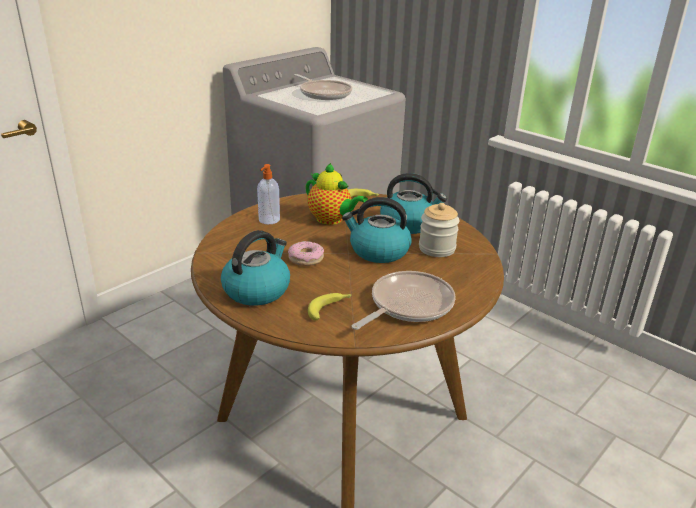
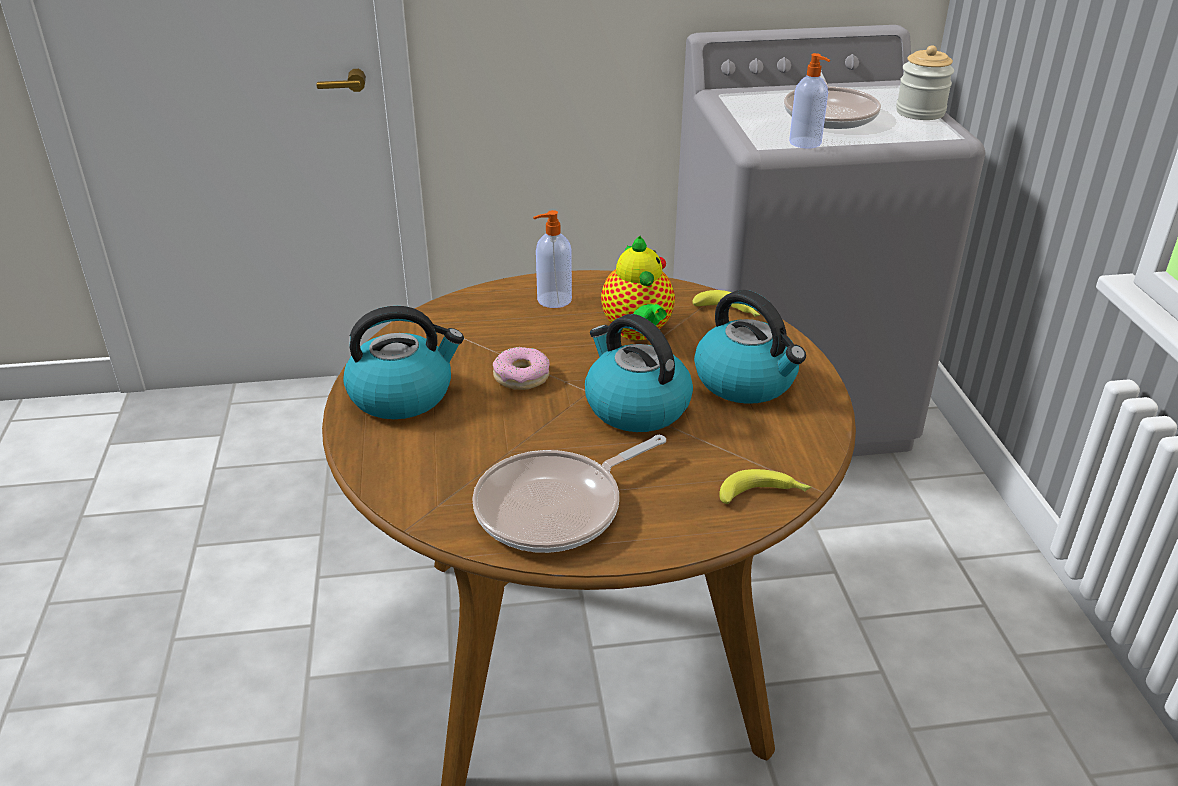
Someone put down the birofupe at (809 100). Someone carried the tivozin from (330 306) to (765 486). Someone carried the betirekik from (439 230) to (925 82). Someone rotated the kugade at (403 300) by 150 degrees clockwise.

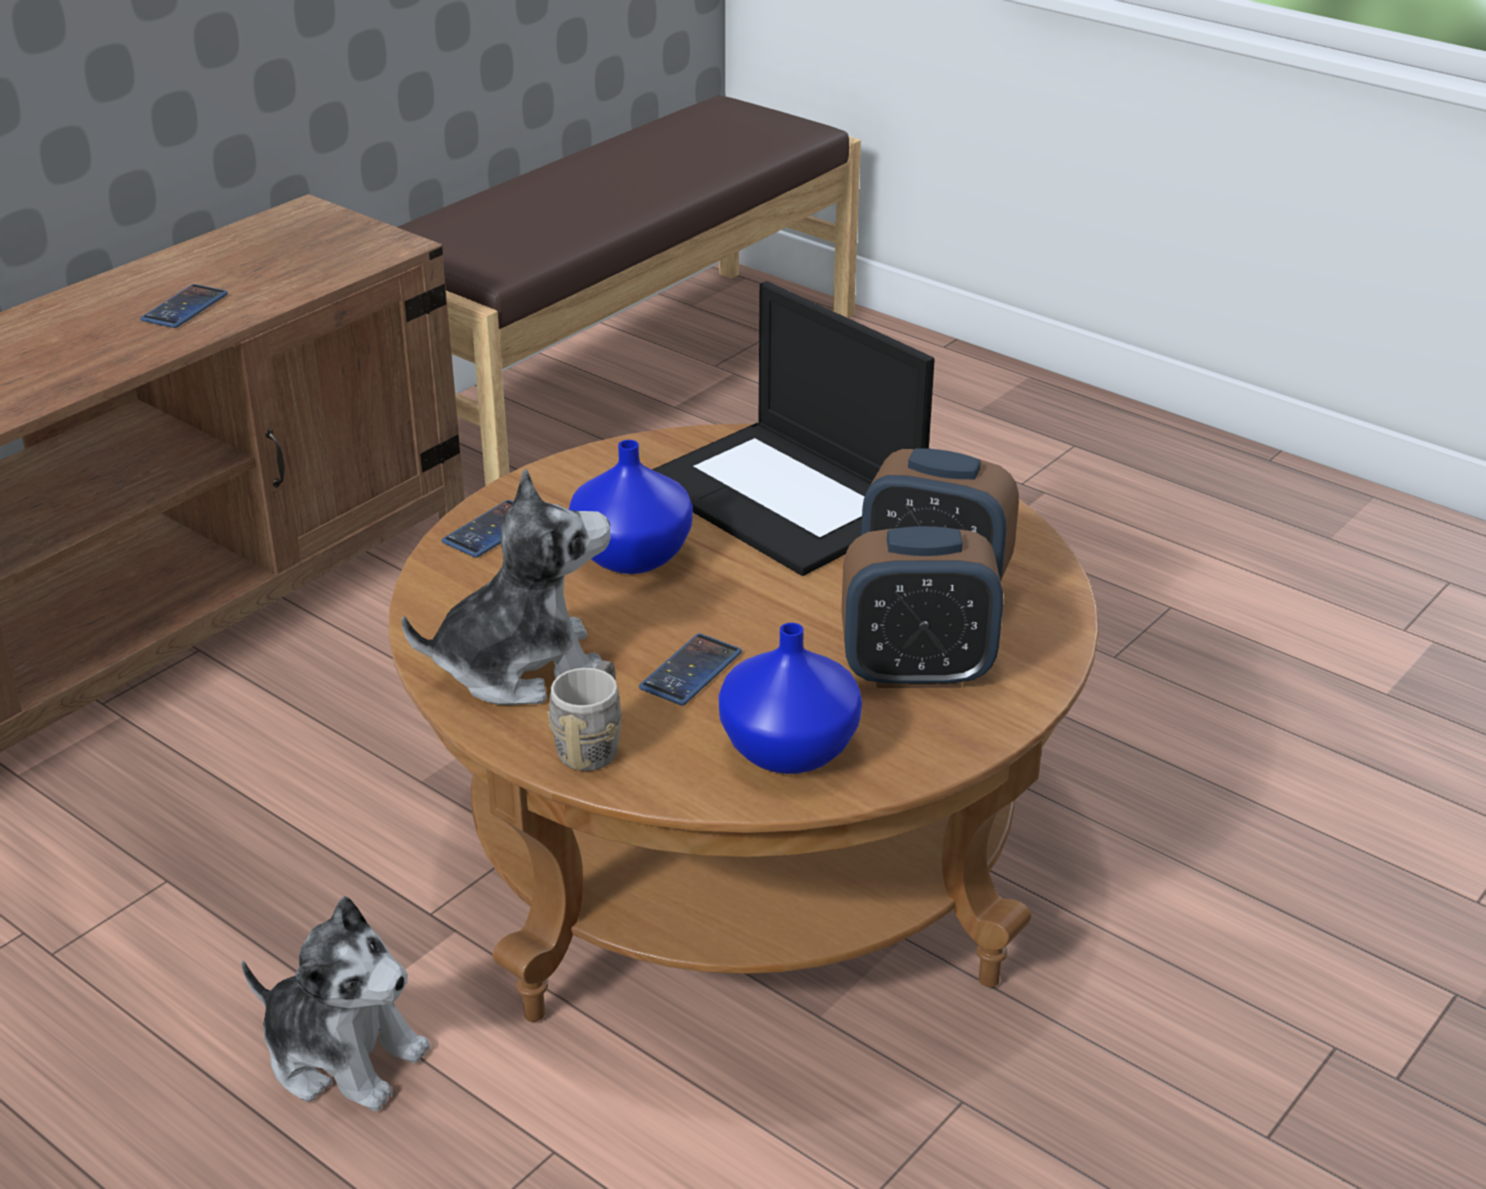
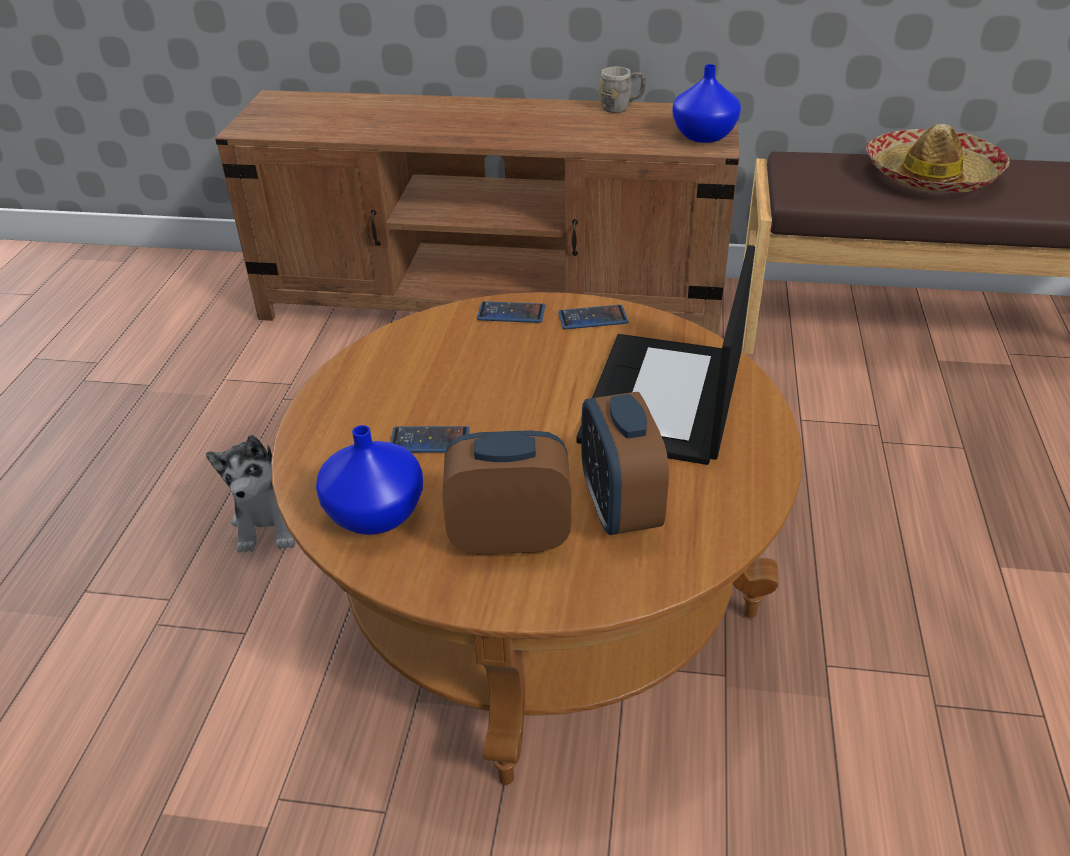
Someone took away the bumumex at (506 587). Someone put down the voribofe at (938 158). Someone carried the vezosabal from (184 306) to (593 317). Someone carried the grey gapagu from (584 715) to (622 90). Someone carried the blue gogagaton from (631 507) to (706 103). Someone rotated the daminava at (922 607) by 120 degrees clockwise.

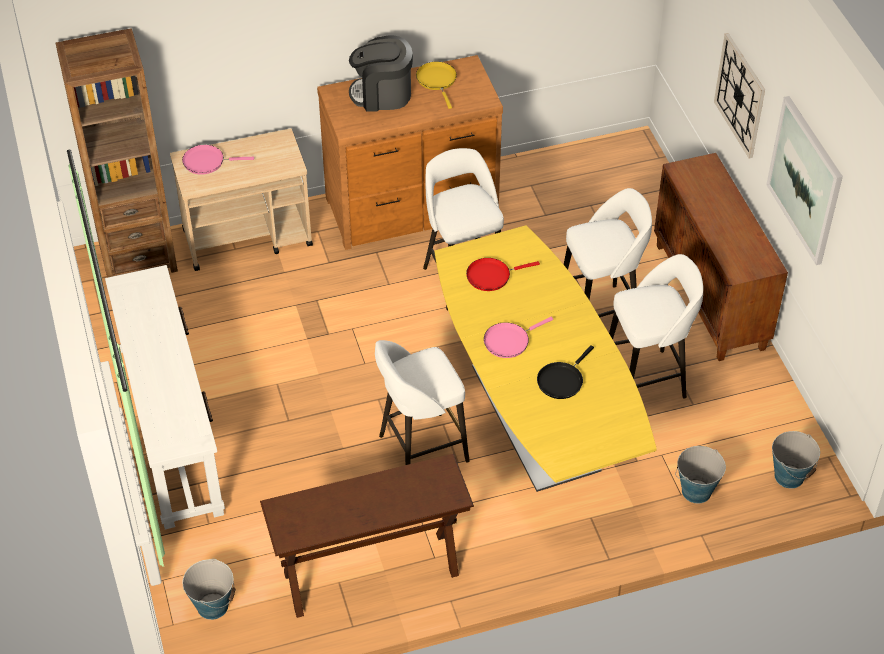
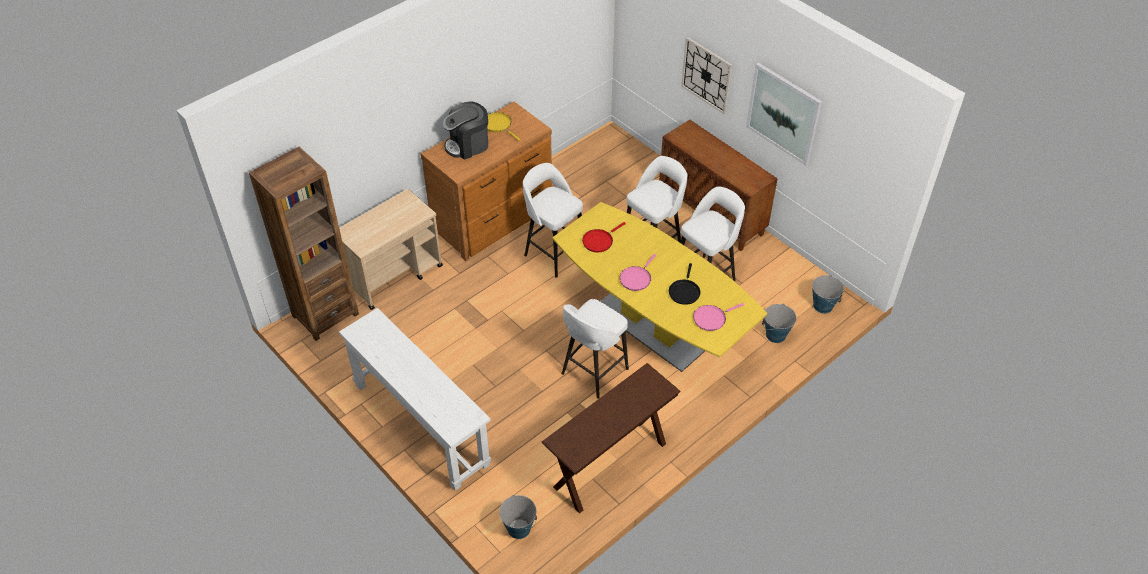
Someone carried the pink kugade from (218 160) to (718 317).

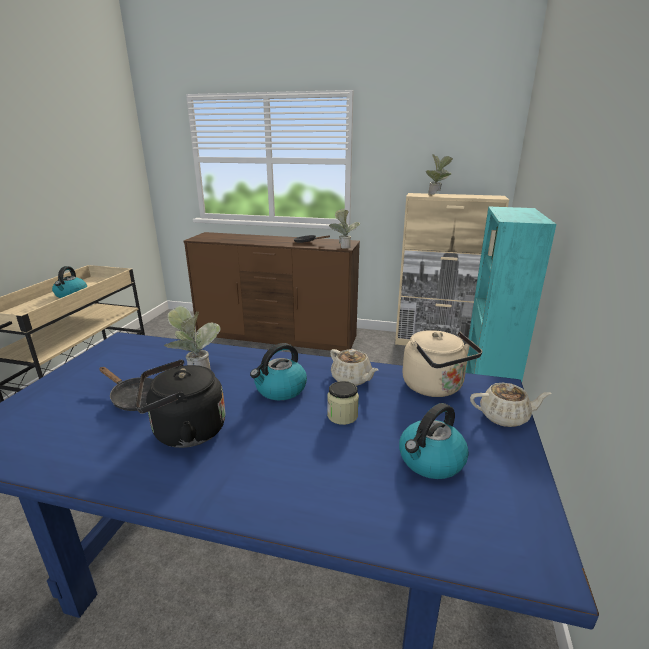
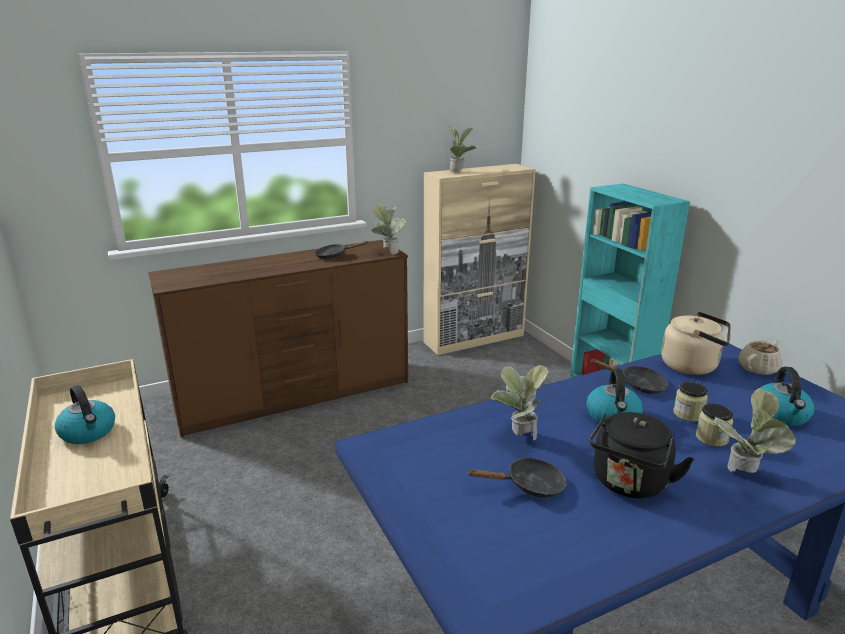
Someone put down the betirekik at (714 425). Someone put down the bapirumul at (755 430). Someone swapped the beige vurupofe at (354 367) for the black kugade at (629 376).

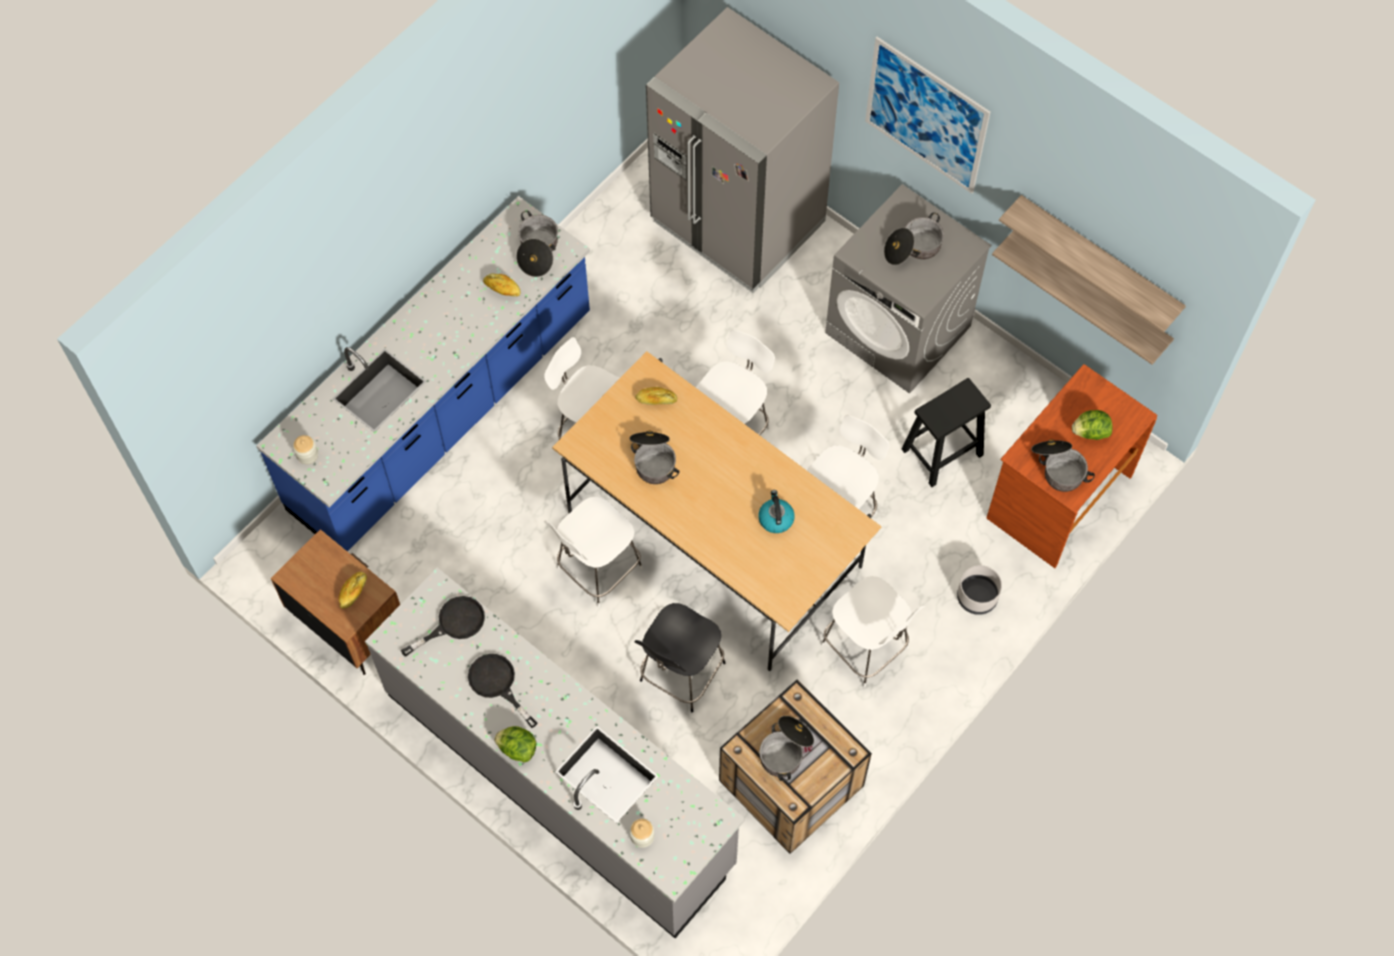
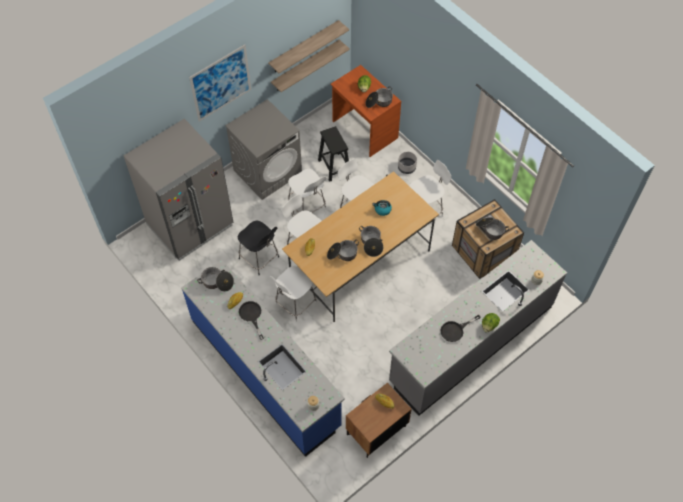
Someone carried the black kugade from (443 626) to (251 320). Someone carried the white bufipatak from (593 552) to (307 191). Someone carried the black bufipatak from (679 657) to (258 248). Someone carried the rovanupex from (914 239) to (371 241).

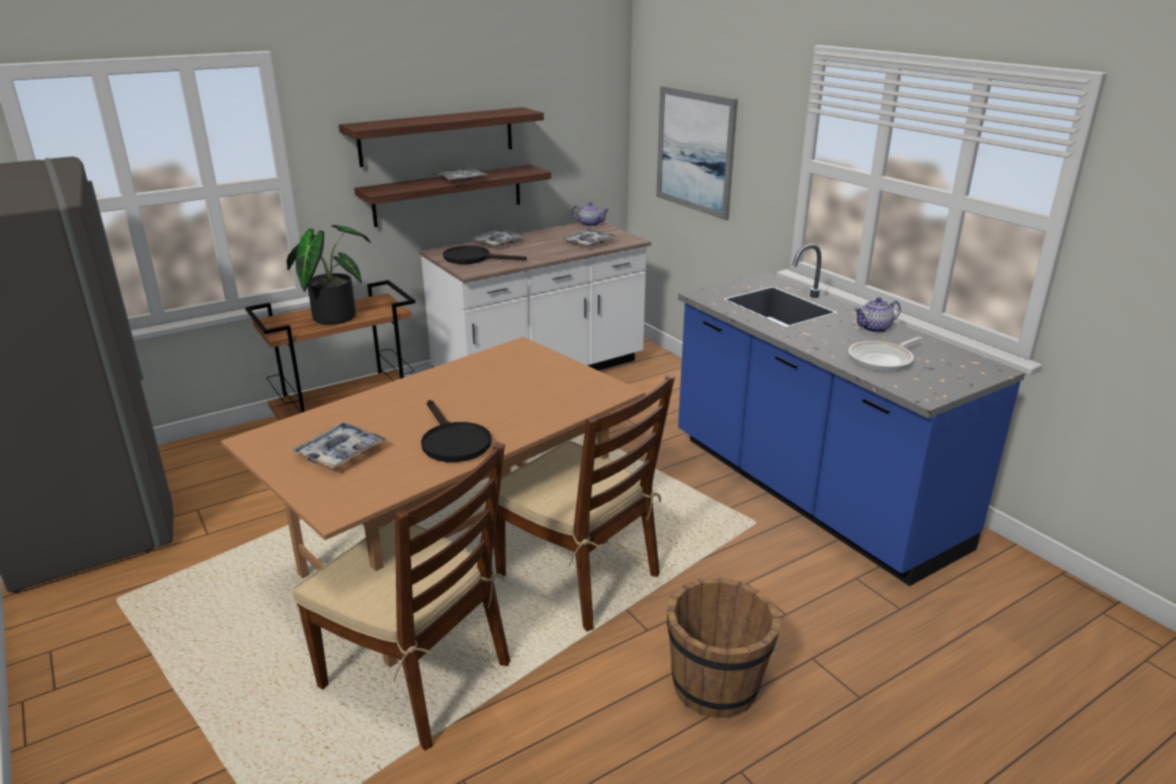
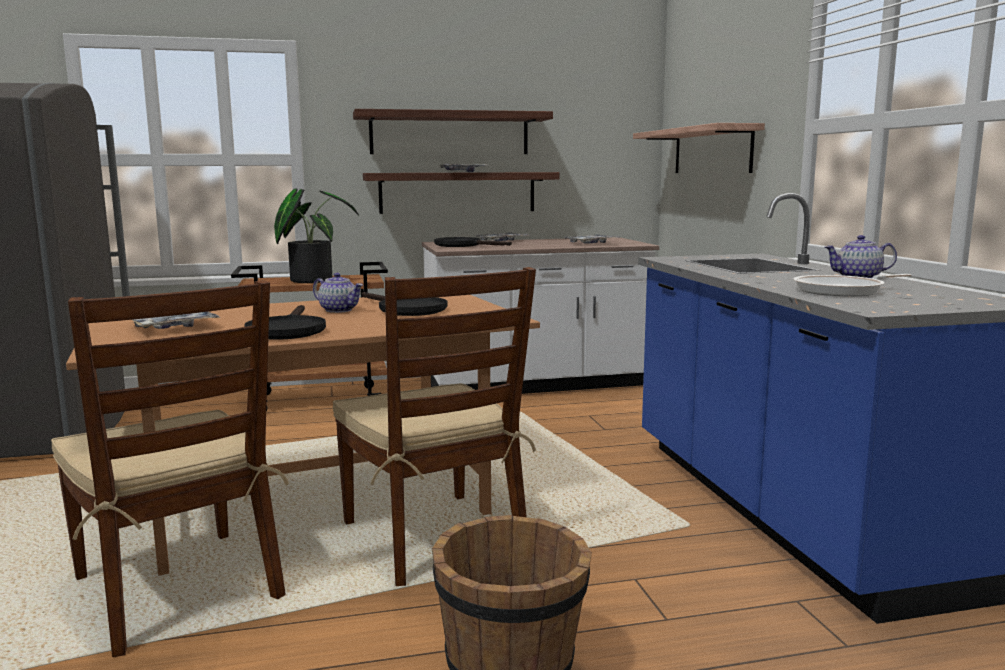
Someone put down the black kugade at (405 304). Someone carried the vurupofe from (590 214) to (338 293). Someone swapped the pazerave at (697 153) for the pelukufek at (699 148).

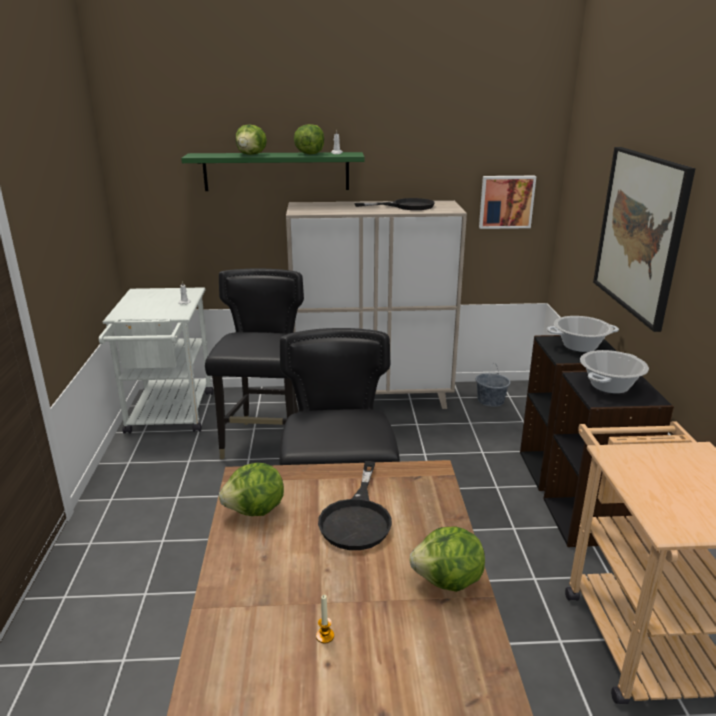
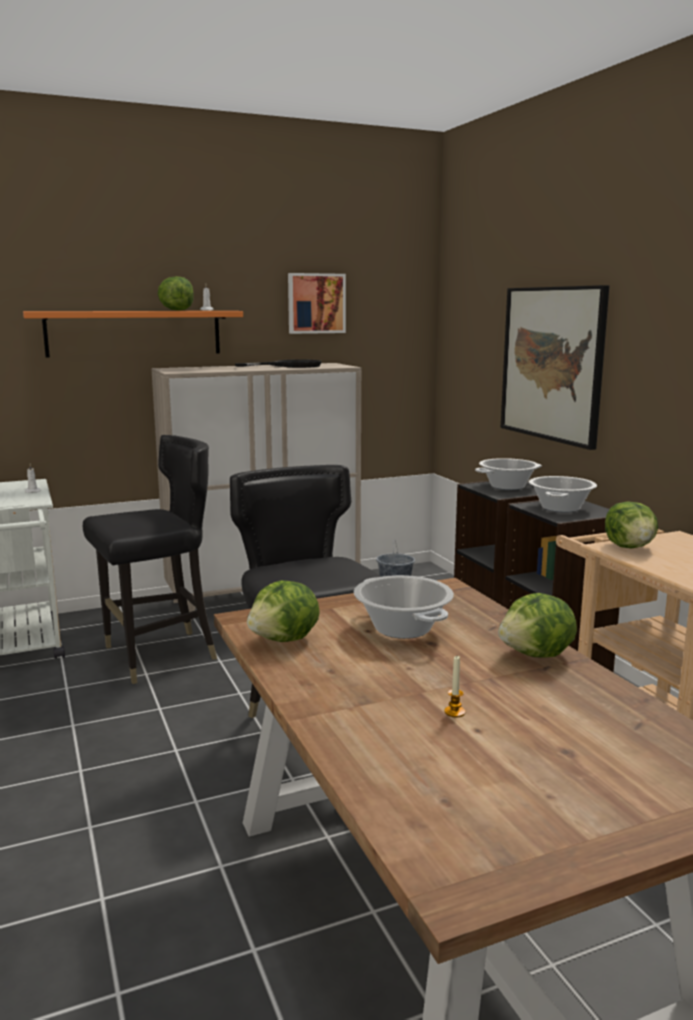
Someone carried the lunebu from (251 139) to (631 524). Someone carried the pazerave from (507 202) to (317 303). Someone swapped the black kugade at (355 505) for the rovanupex at (404 607). Someone repainted the green pelukufek at (273 171), which became the orange pelukufek at (133 334). Someone rotated the black bufipatak at (254 364) by 75 degrees clockwise.

